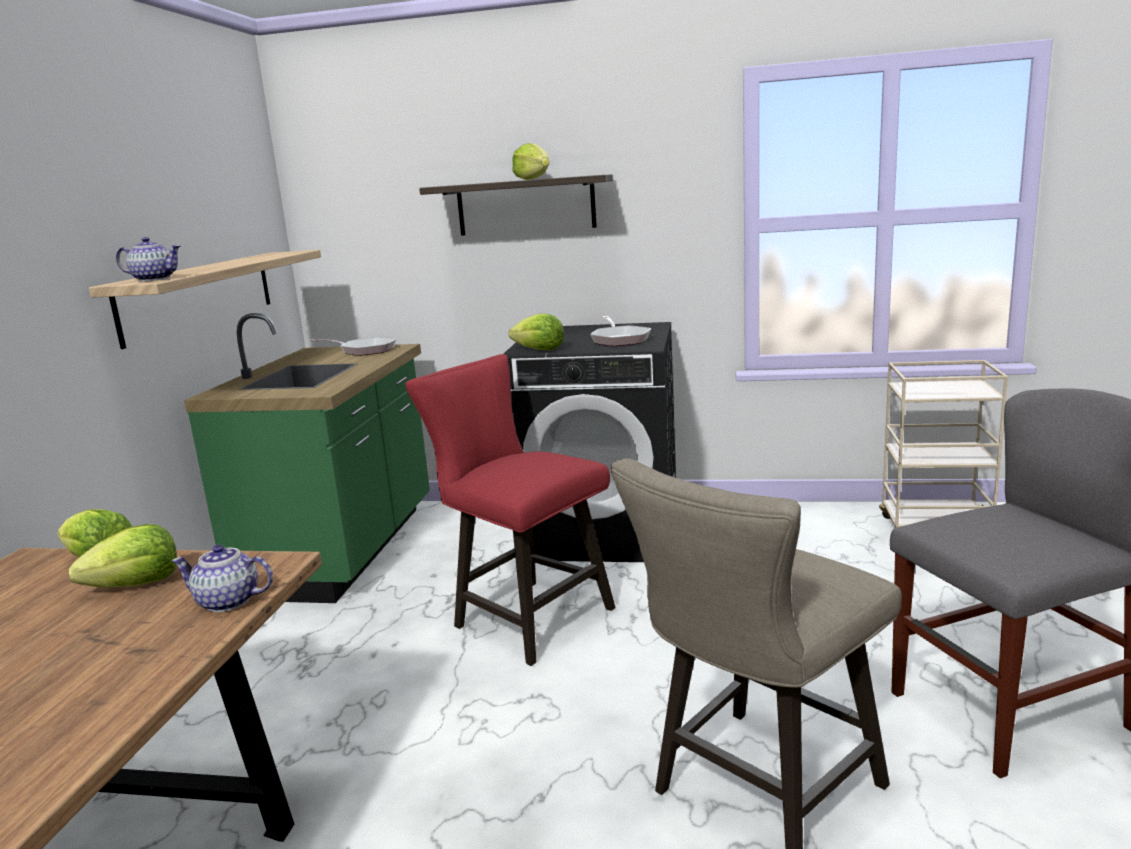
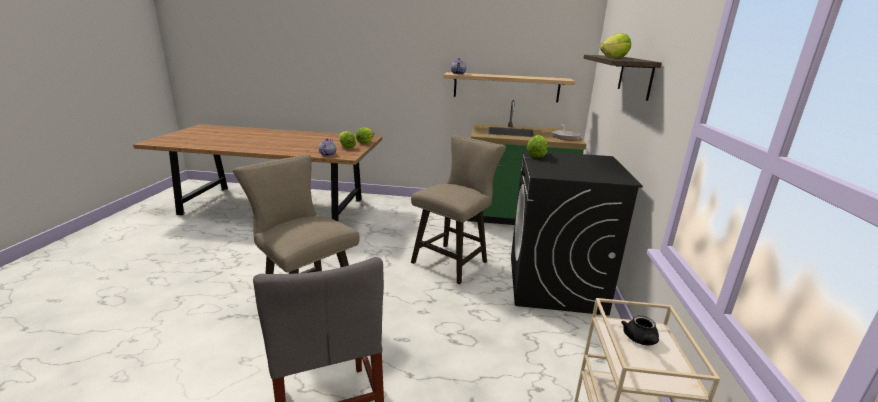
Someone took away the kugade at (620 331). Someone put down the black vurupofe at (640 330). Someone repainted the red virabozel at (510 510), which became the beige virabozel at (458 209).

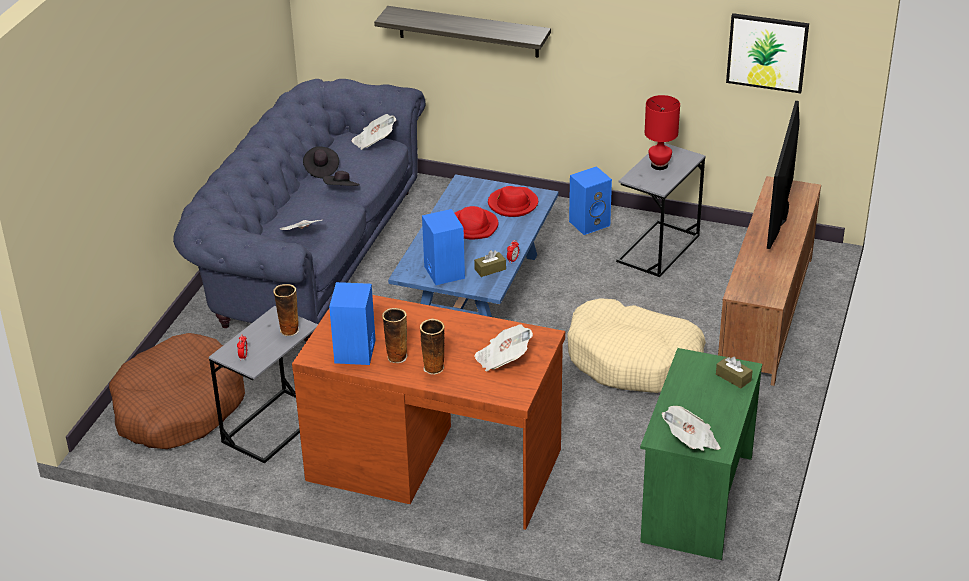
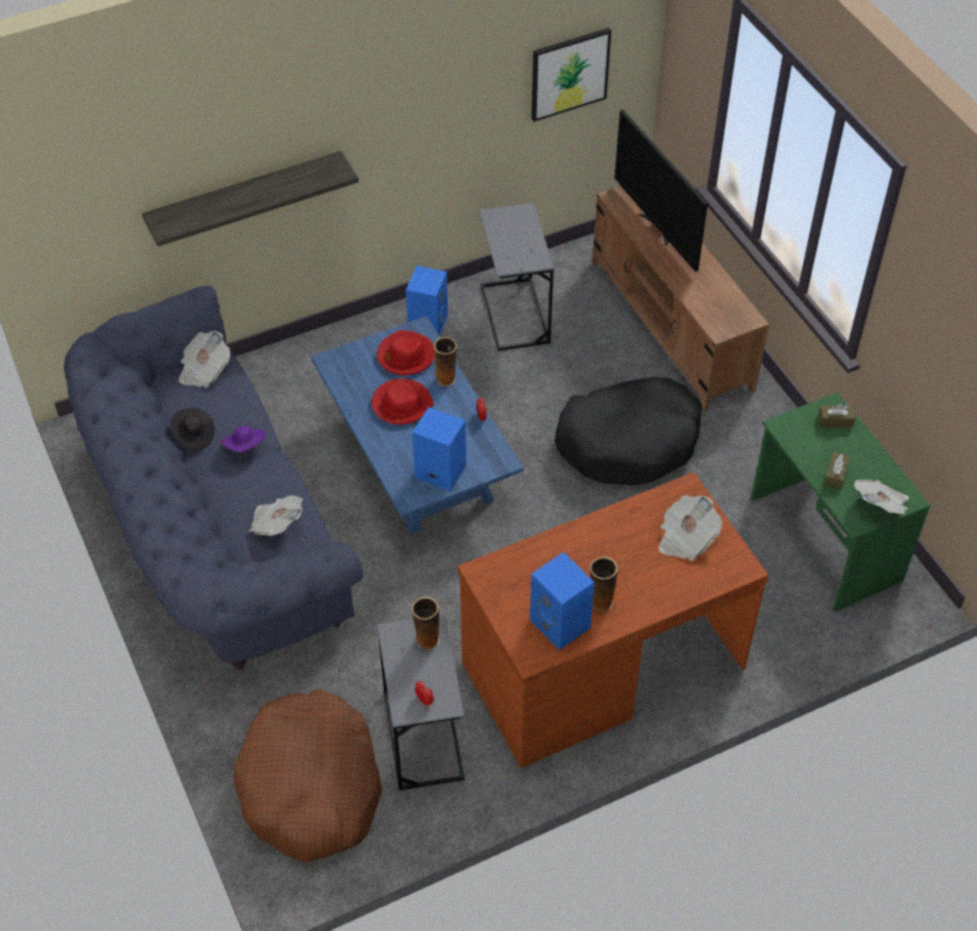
Someone took away the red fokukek at (662 132). Someone carried the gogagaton from (432 346) to (445 361). Someone carried the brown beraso from (490 263) to (837 471). Someone repainted the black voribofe at (341 178), which became the purple voribofe at (243 438). Someone repainted the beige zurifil at (636 345), which became the black zurifil at (628 431).

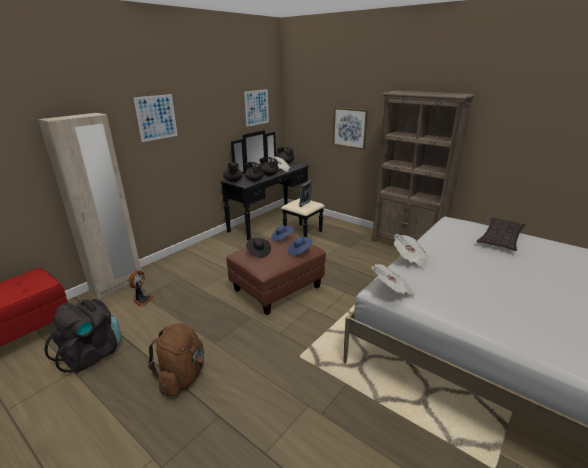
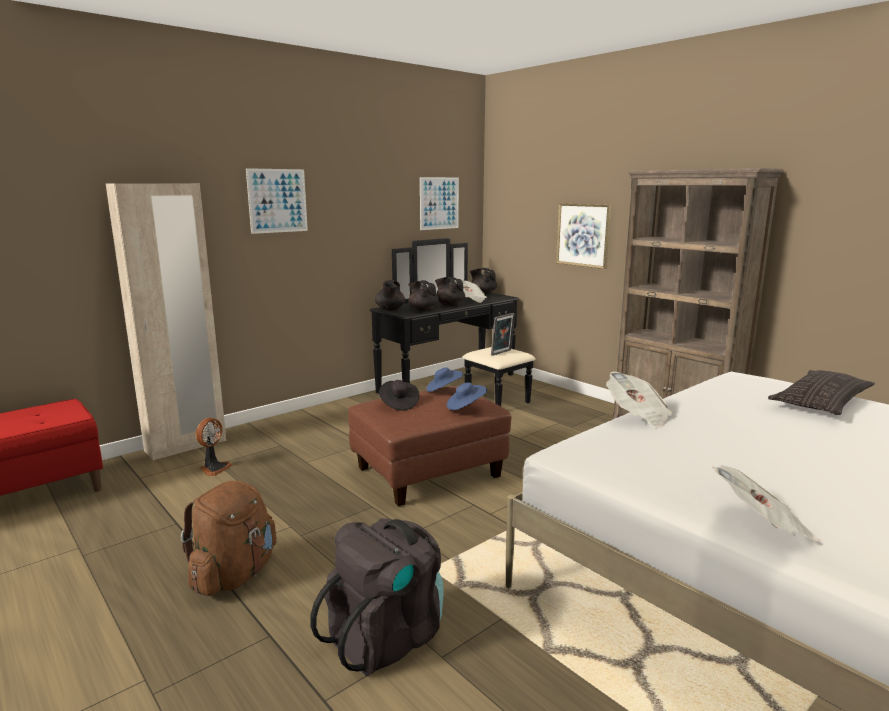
Someone carried the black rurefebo from (82 336) to (377 597). Someone carried the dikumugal from (393 279) to (766 503).

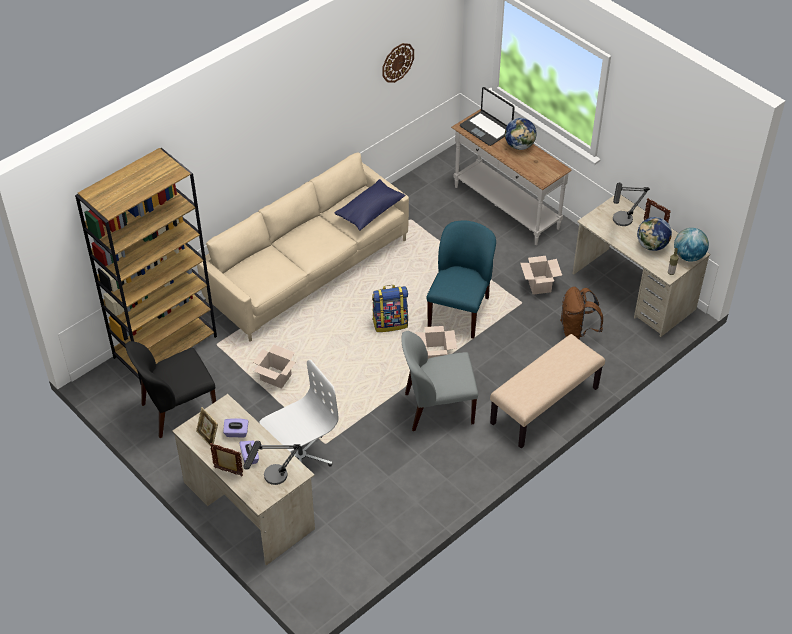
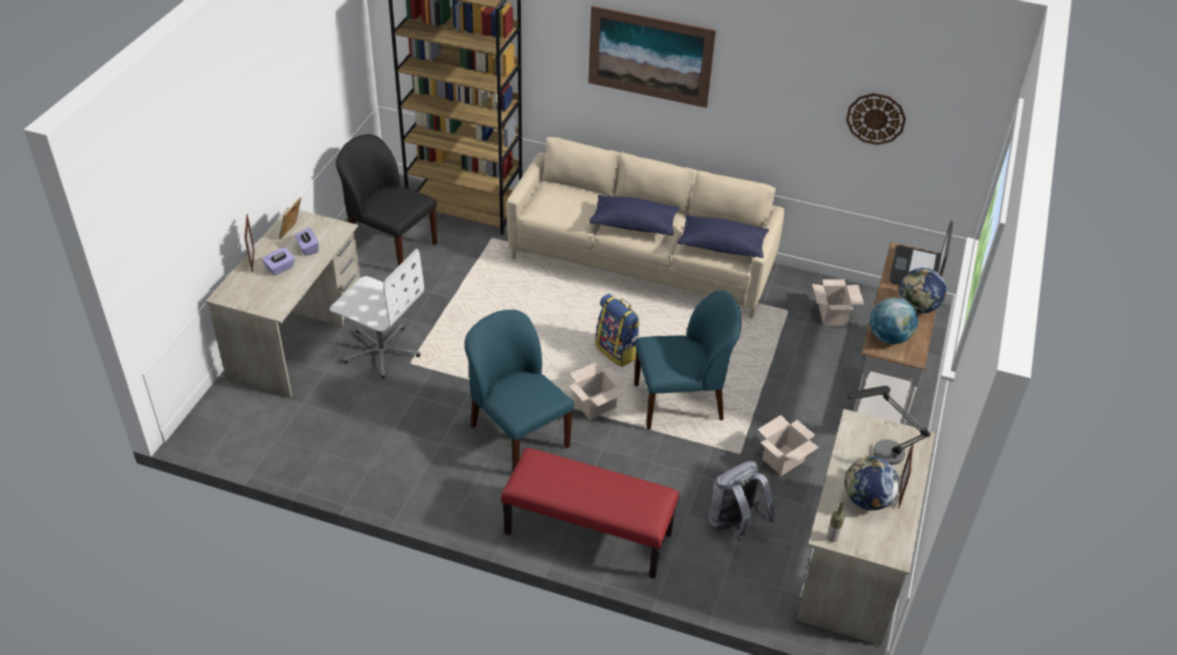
Someone took away the fokukek at (272 463). Someone put up the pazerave at (652 57). Someone put down the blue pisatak at (634 215). Someone carried the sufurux from (274 366) to (838 302). Someone carried the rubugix from (691 245) to (894 320). Someone repainted the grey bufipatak at (439 381), which became the blue bufipatak at (519 390). Someone repainted the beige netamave at (547 391), which became the red netamave at (590 513). Someone repainted the brown rurefebo at (581 313), which became the grey rurefebo at (742 501).

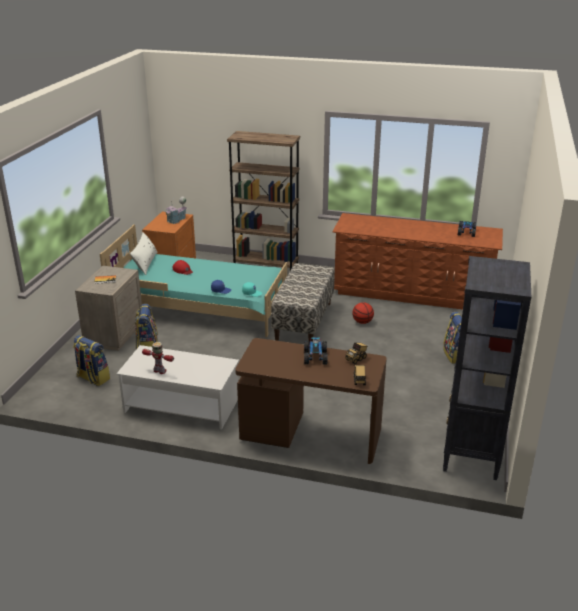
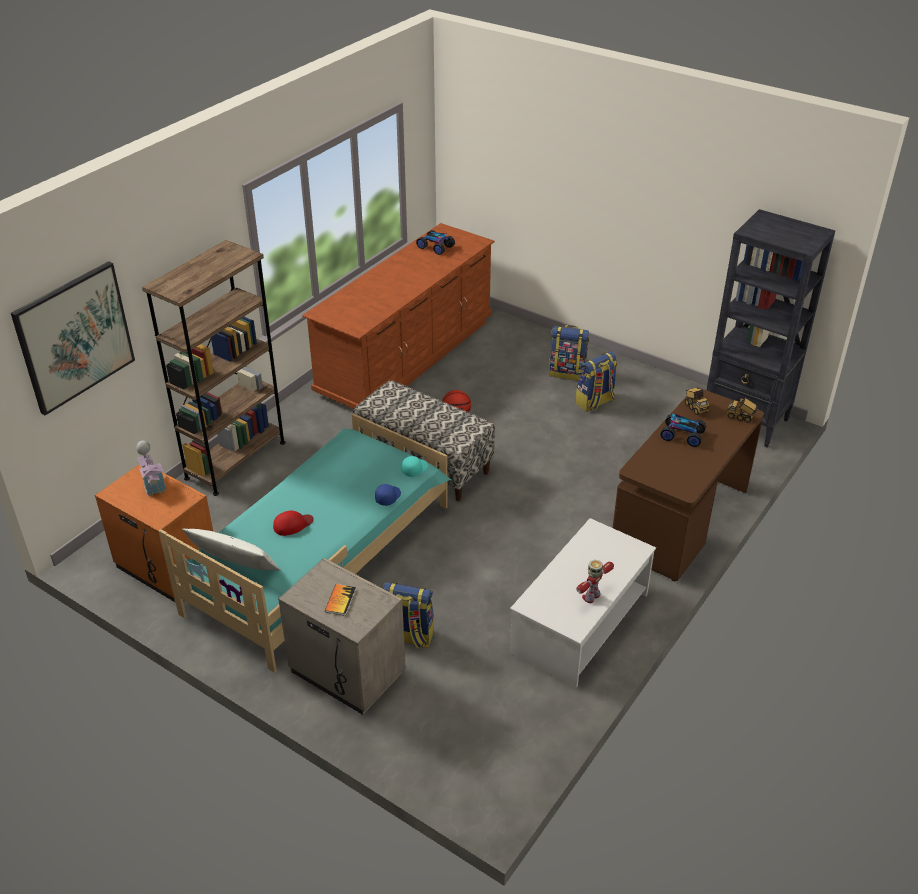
Someone put up the pazerave at (73 338). Someone carried the rurefebo from (91 360) to (596 381).

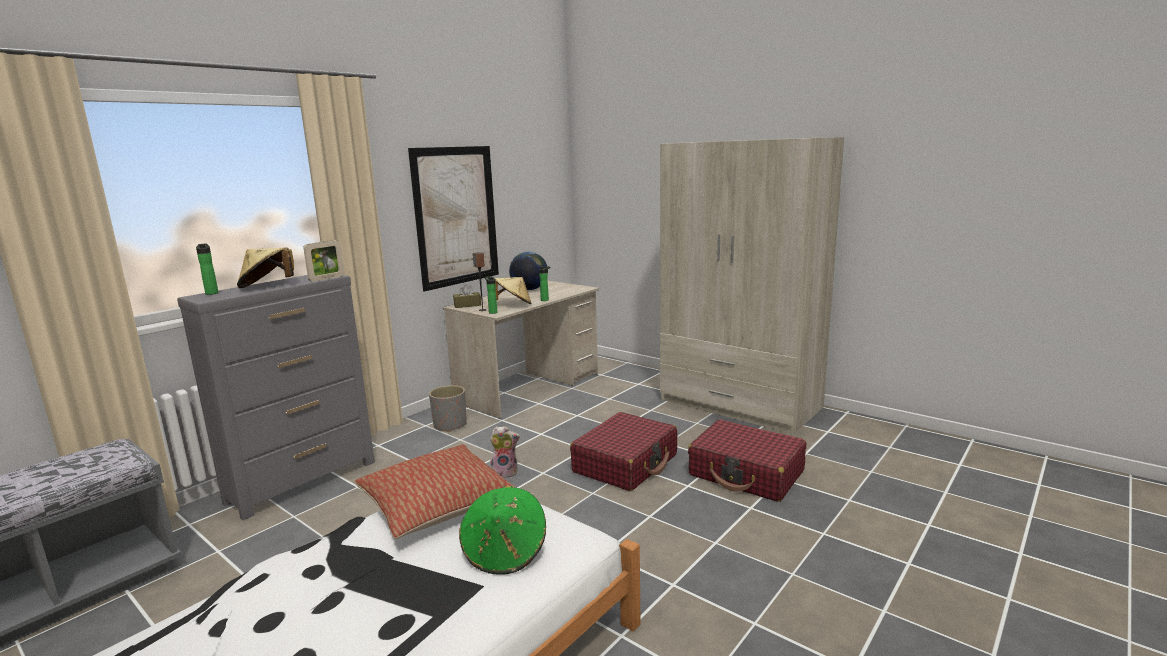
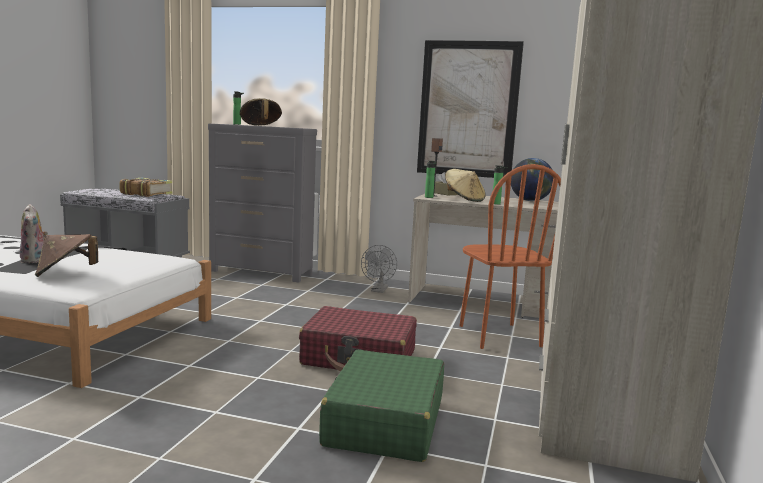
Someone took away the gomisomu at (324 261). Someone took away the pisatak at (435 492). Someone put down the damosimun at (146 187). Someone put down the brown bufipatak at (510 256). Someone carried the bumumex from (505 452) to (34 233). Someone swapped the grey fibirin at (448 408) for the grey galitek at (379 269). Someone repainted the green voribofe at (502 530), which became the brown voribofe at (66 255). Someone repainted the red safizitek at (747 460), which became the green safizitek at (381 406).

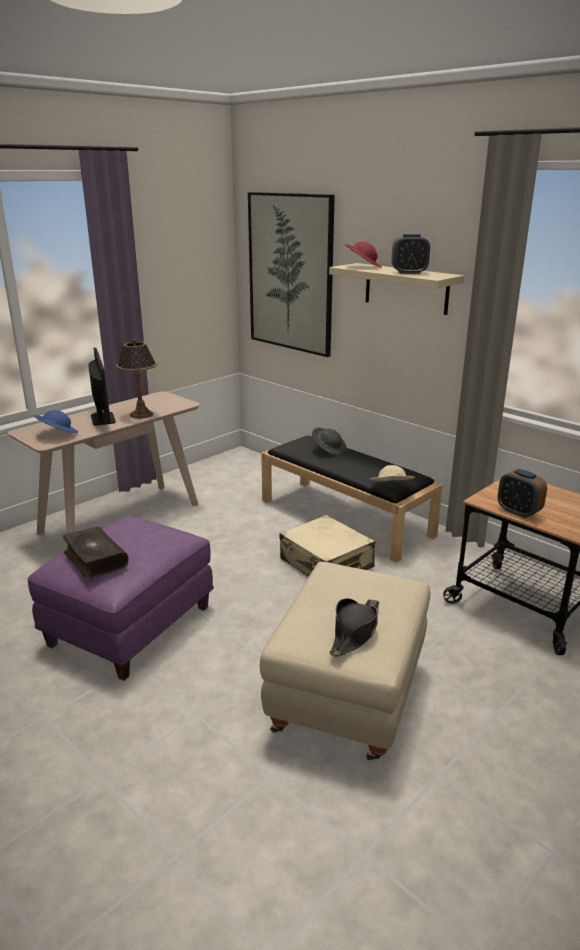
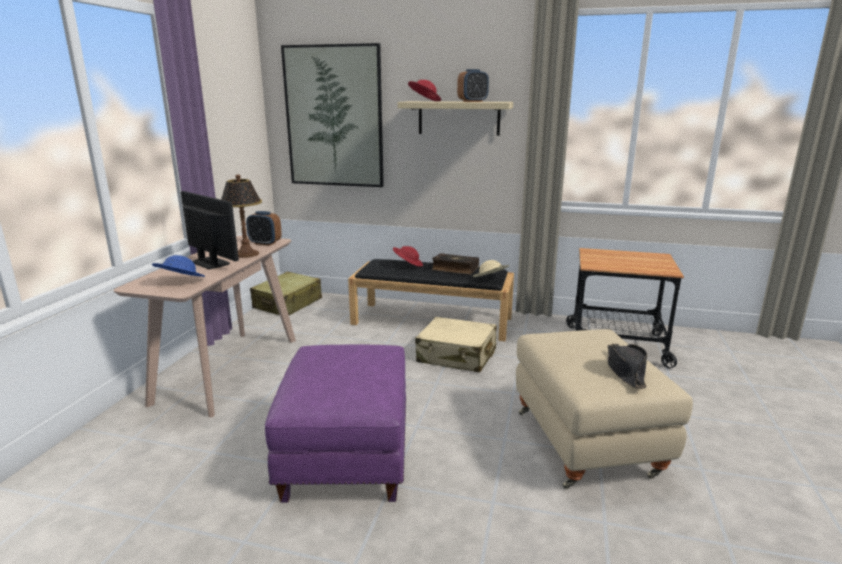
Someone put down the beige safizitek at (286 293). Someone carried the damosimun from (95 553) to (455 264). Someone carried the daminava from (522 493) to (264 228). Someone repainted the grey voribofe at (329 441), which became the red voribofe at (408 256).

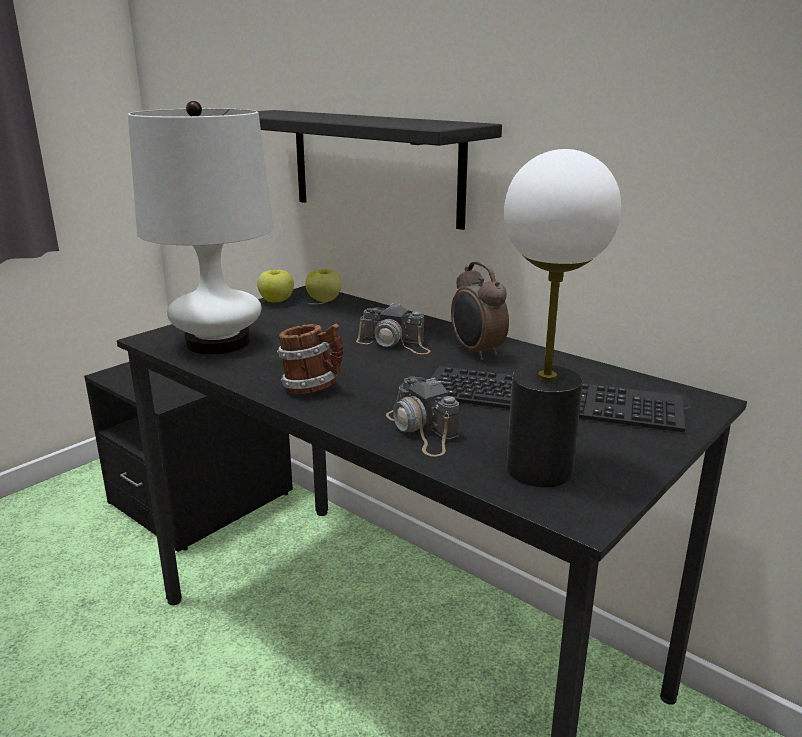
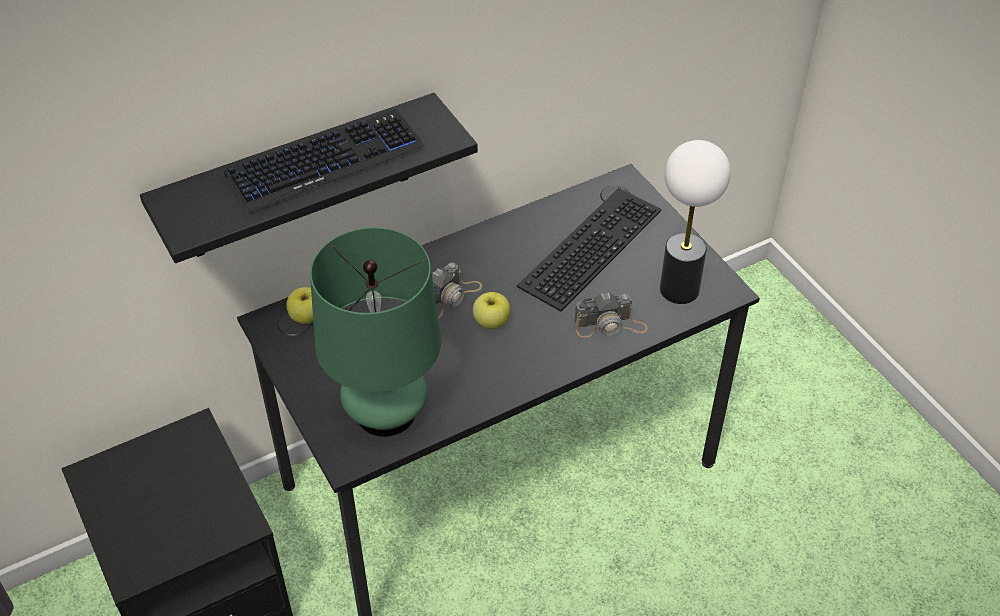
Someone took away the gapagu at (310 359). Someone took away the daminava at (480 311). Someone put down the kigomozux at (324 161). Someone carried the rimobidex from (275 286) to (491 310). Someone repainted the white fokukek at (200 228), which became the green fokukek at (375 332).

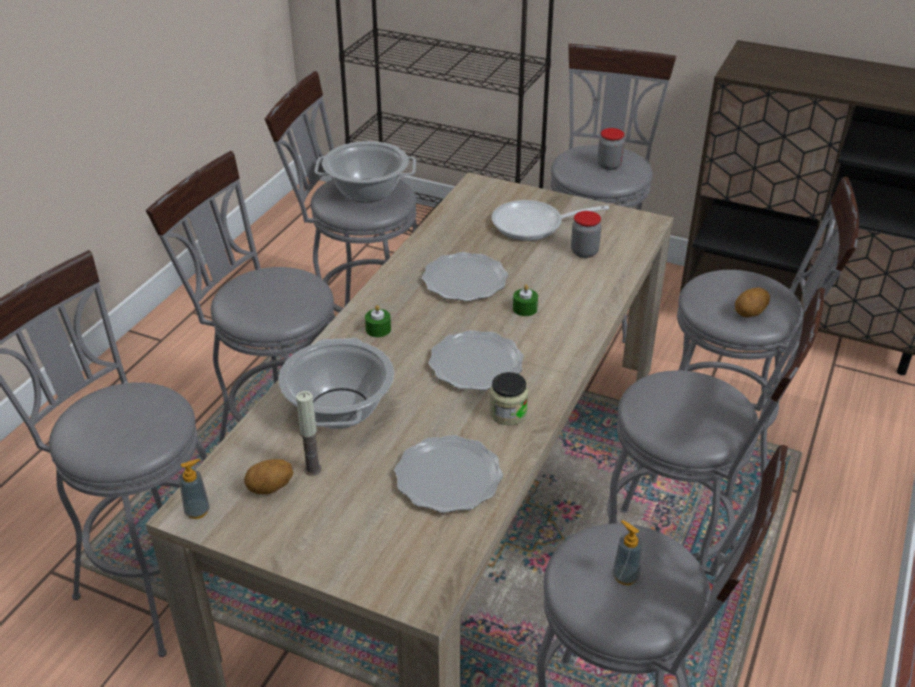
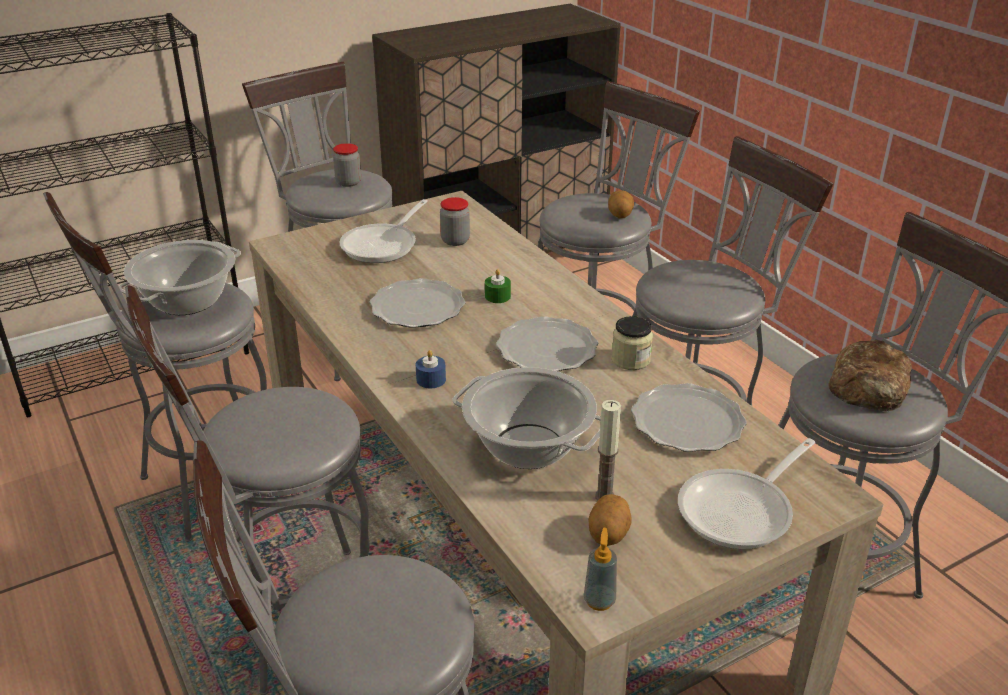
Someone put down the kugade at (746 493). Someone swapped the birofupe at (628 552) for the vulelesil at (870 375). Someone repainted the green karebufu at (378 321), which became the blue karebufu at (431 369).

